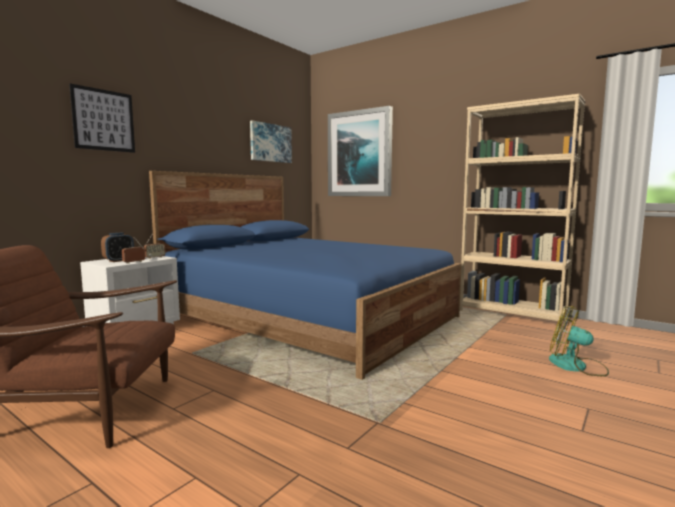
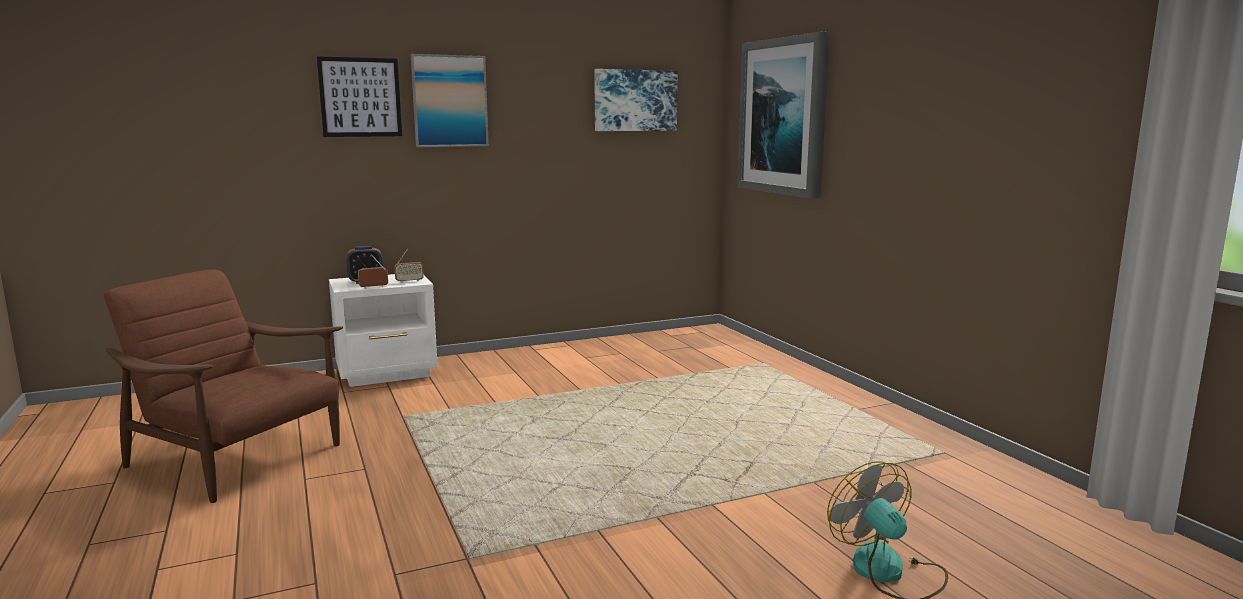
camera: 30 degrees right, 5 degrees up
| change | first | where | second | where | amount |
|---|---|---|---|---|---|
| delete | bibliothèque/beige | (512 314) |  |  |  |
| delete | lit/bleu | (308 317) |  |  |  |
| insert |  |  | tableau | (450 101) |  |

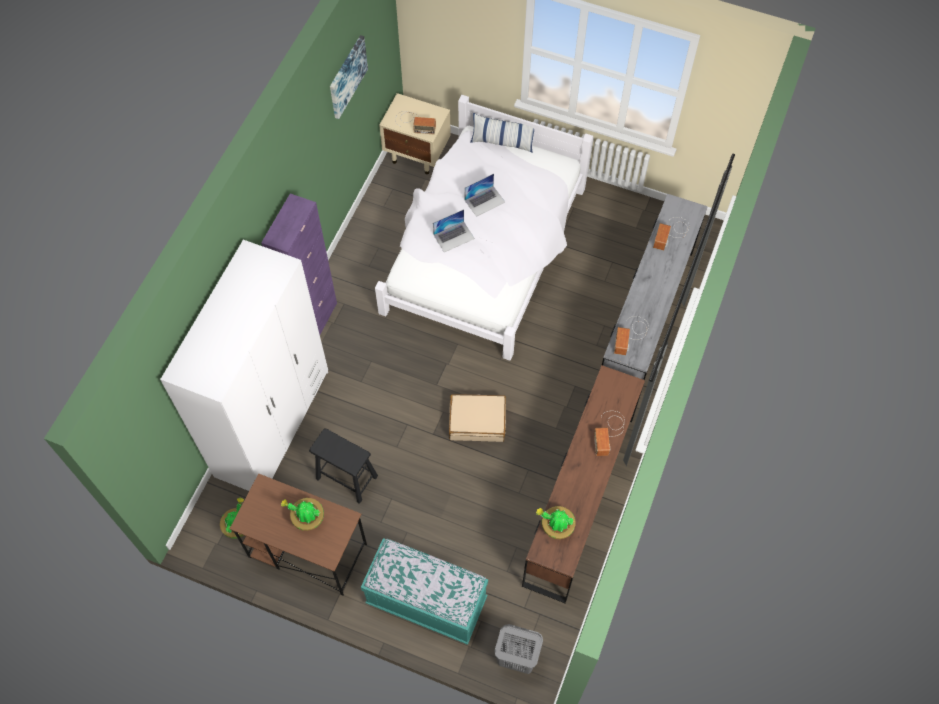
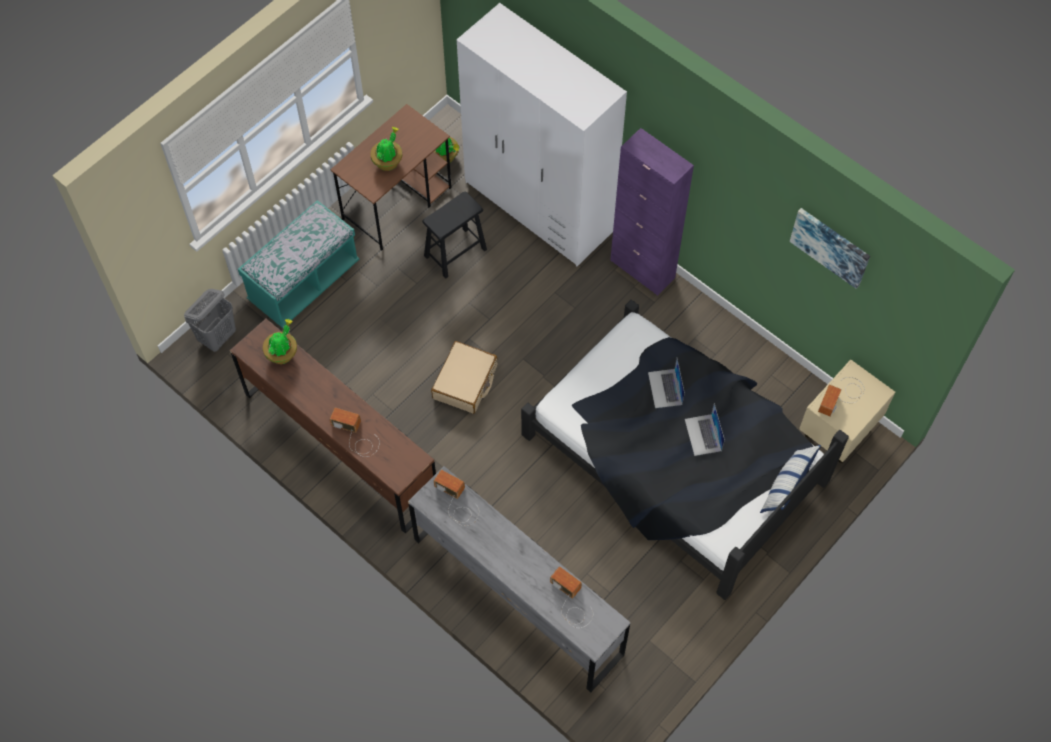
camera: 110 degrees right, 0 degrees up
| change | first | where | second | where | amount |
|---|---|---|---|---|---|
| recolor | lit/blanc | (483 251) | lit/noir | (674 458) |  |

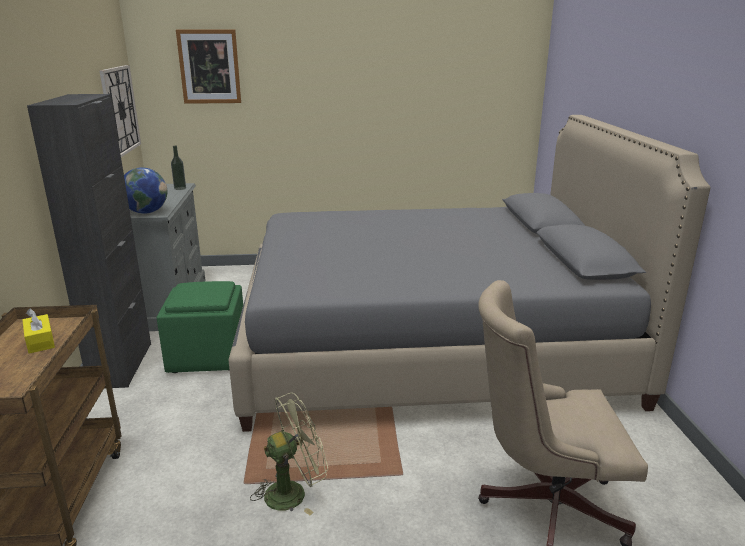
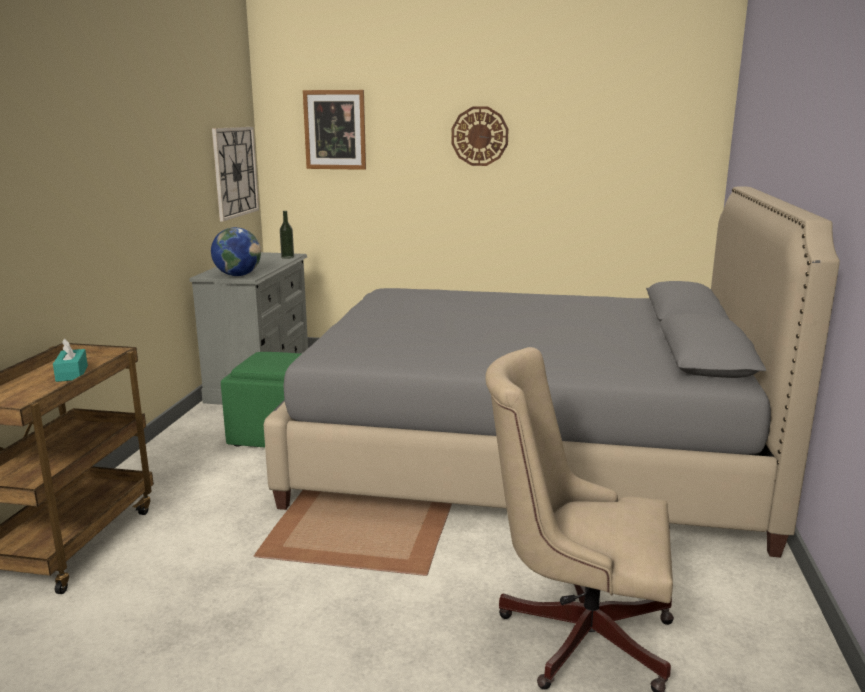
camera: 15 degrees right, 5 degrees down
| change | first | where | second | where | amount |
|---|---|---|---|---|---|
| delete | meuble de rangement/noir | (121 365) |  |  |  |
| recolor | boîte à mouchoirs/jaune | (40 341) | boîte à mouchoirs/turquoise | (72 373) |  |
| delete | ventilateur/vert | (293 492) |  |  |  |
| insert |  |  | horloge murale | (479 136) |  |

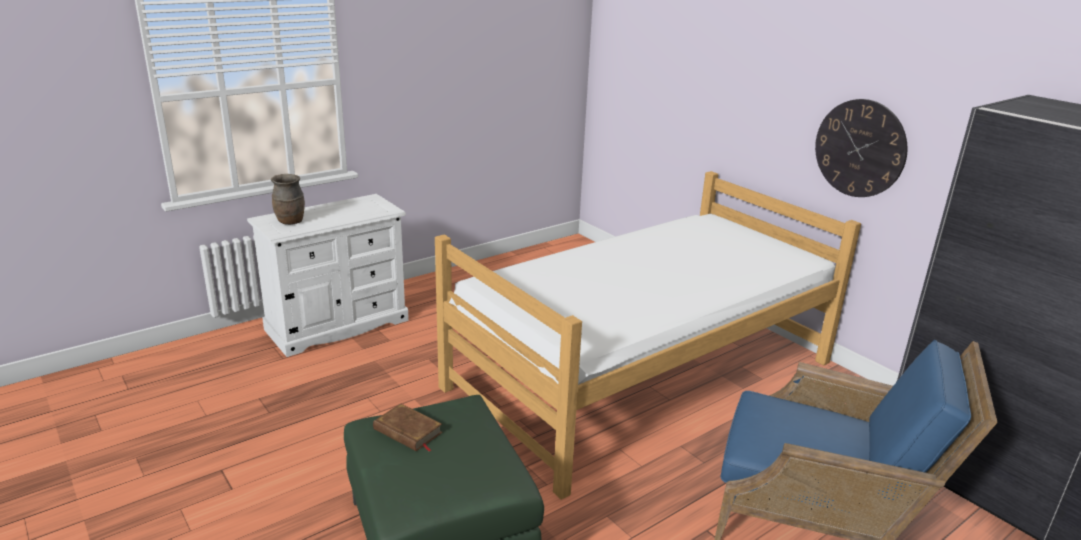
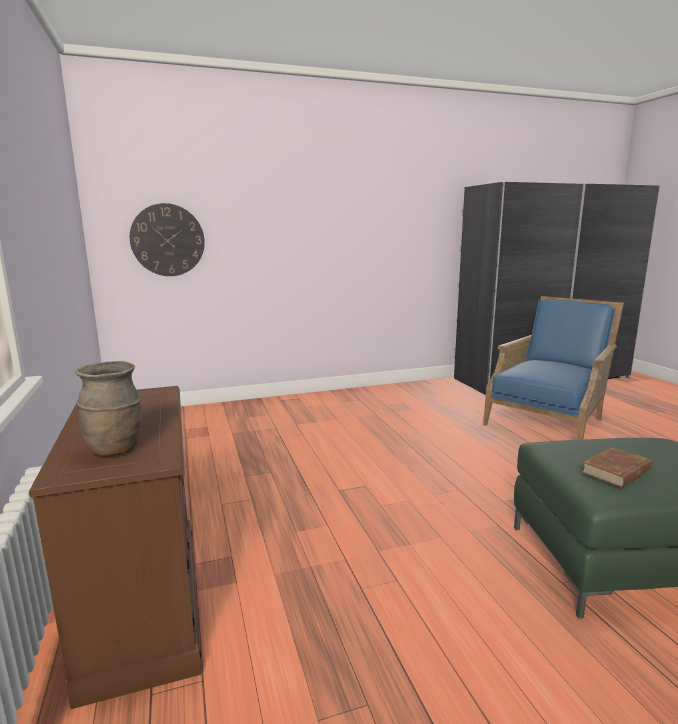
camera: 70 degrees left, 10 degrees down
| change | first | where | second | where | amount |
|---|---|---|---|---|---|
| move | horloge murale | (860 148) |  | (167 240) |  |
| delete | lit | (643 375) |  |  |  |
| recolor | commode/blanc | (338 325) | commode/marron | (145 603) |  |

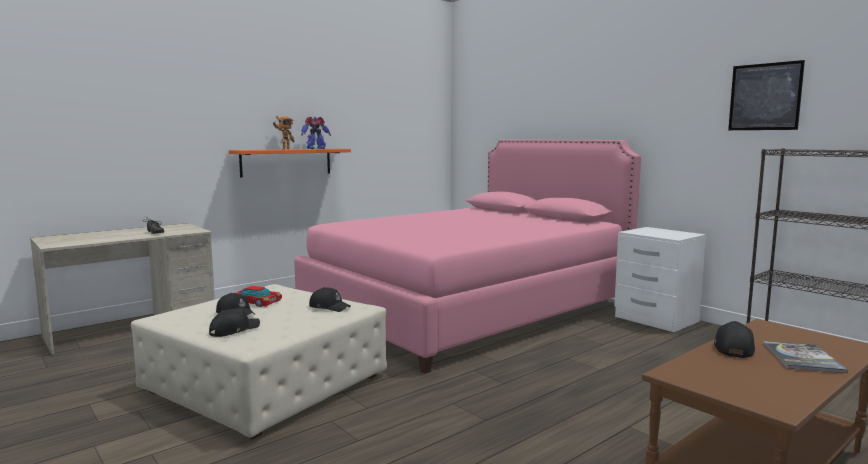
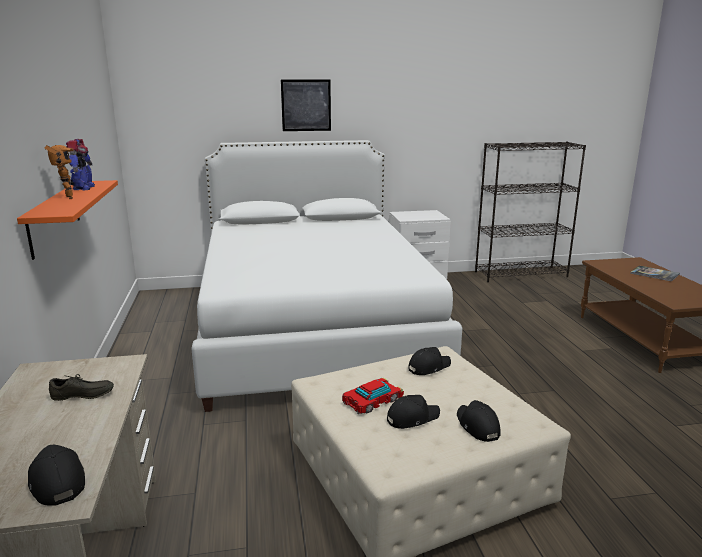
camera: 60 degrees left, 10 degrees up
| change | first | where | second | where | amount |
|---|---|---|---|---|---|
| move | tableau | (765 97) |  | (306 105) |  |
| recolor | lit/rose | (468 309) | lit/blanc | (312 328) |  |
| move | casquette/noir | (733 348) |  | (56 481) |  |

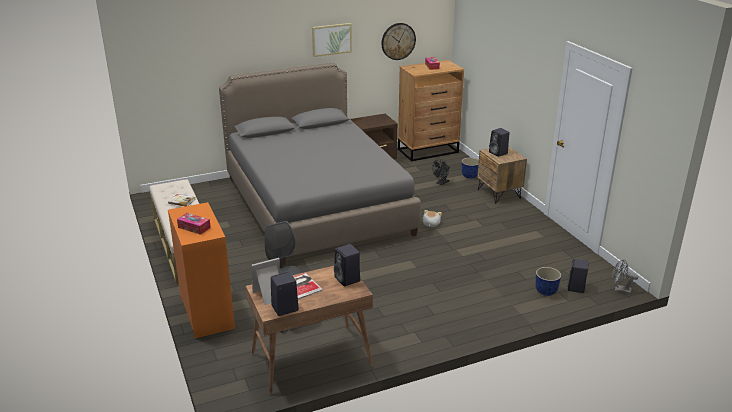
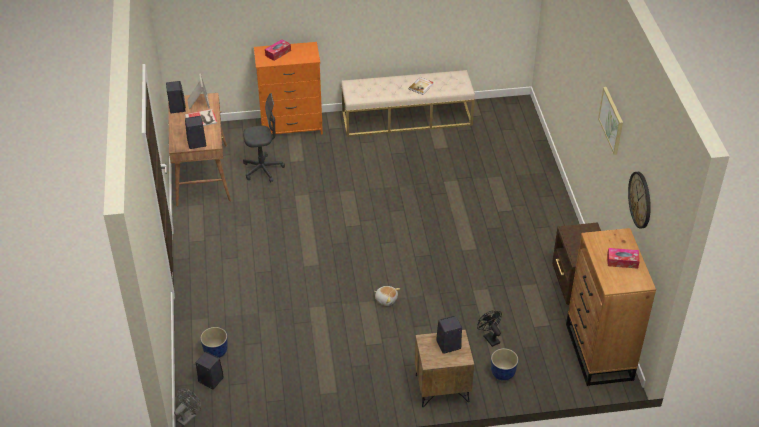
camera: 105 degrees right, 15 degrees up
| change | first | where | second | where | amount |
|---|---|---|---|---|---|
| delete | lit/gris | (316 205) |  |  |  |

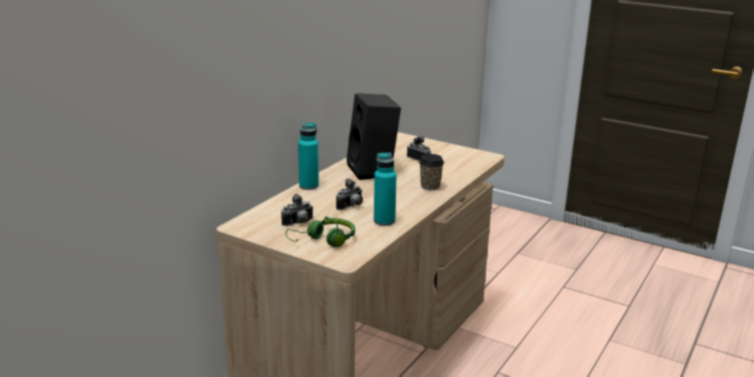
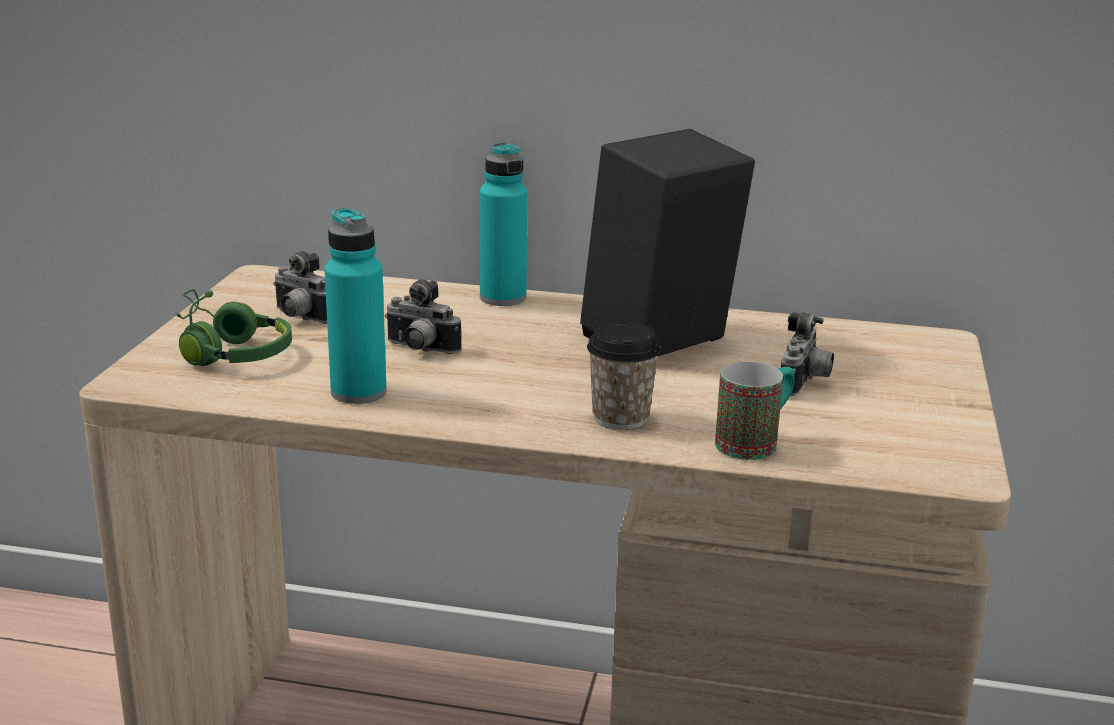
camera: 70 degrees right, 0 degrees up
| change | first | where | second | where | amount |
|---|---|---|---|---|---|
| insert |  |  | mug | (755 442) |  |

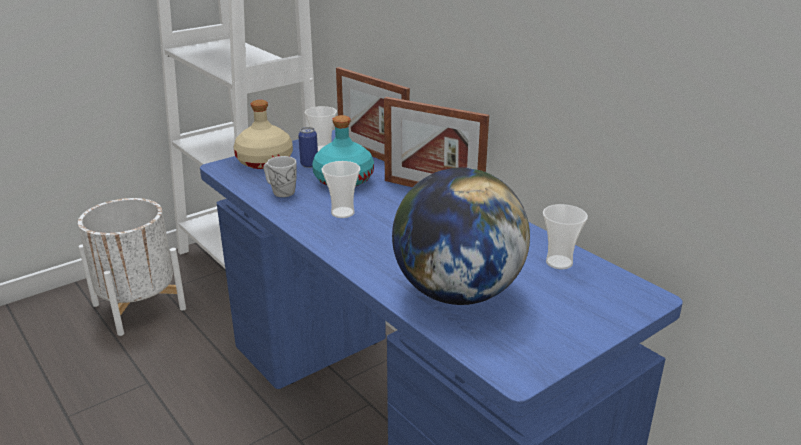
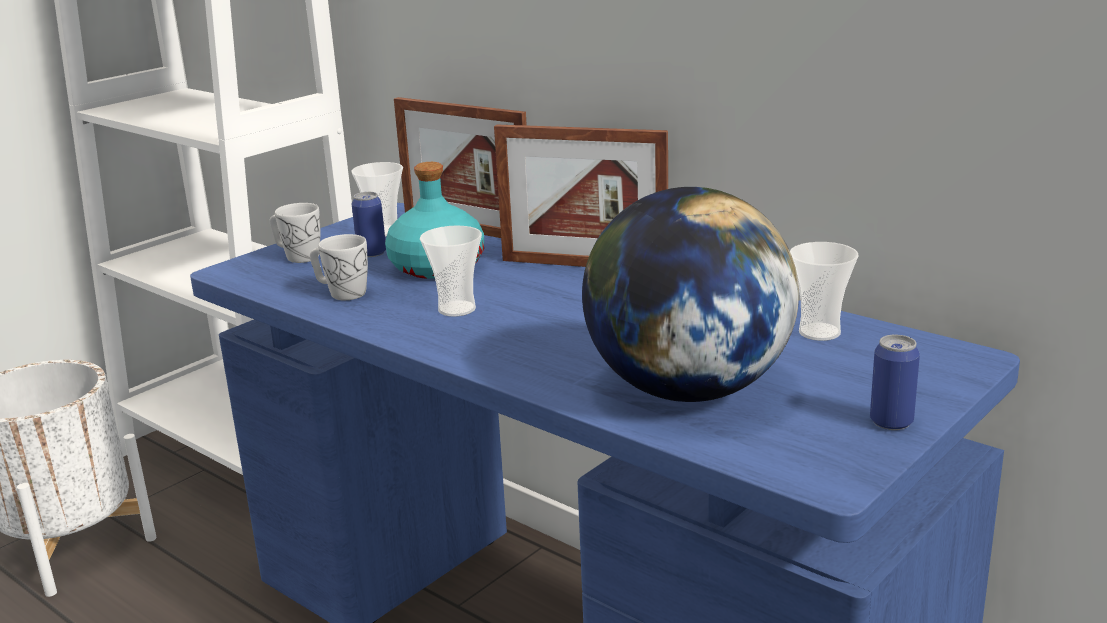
camera: 10 degrees left, 5 degrees down
| change | first | where | second | where | amount |
|---|---|---|---|---|---|
| replace | bouteille/beige | (265 161) | mug/blanc | (297 256) |  |
| insert |  |  | boîte métallique | (891 422) |  |

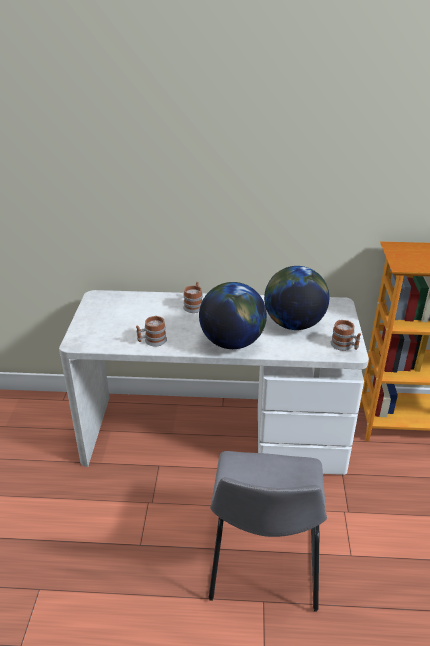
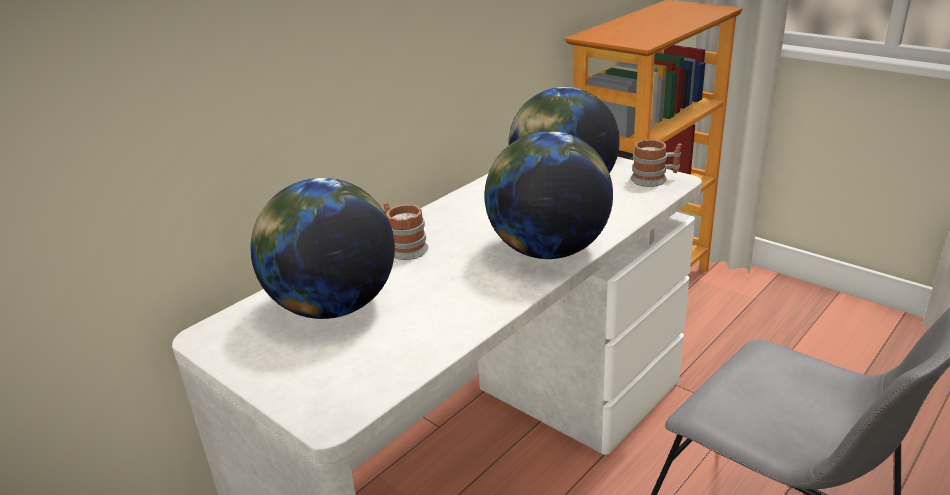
camera: 50 degrees left, 5 degrees down
| change | first | where | second | where | amount |
|---|---|---|---|---|---|
| delete | mug | (152 341) |  |  |  |
| insert |  |  | globe | (333 306) |  |

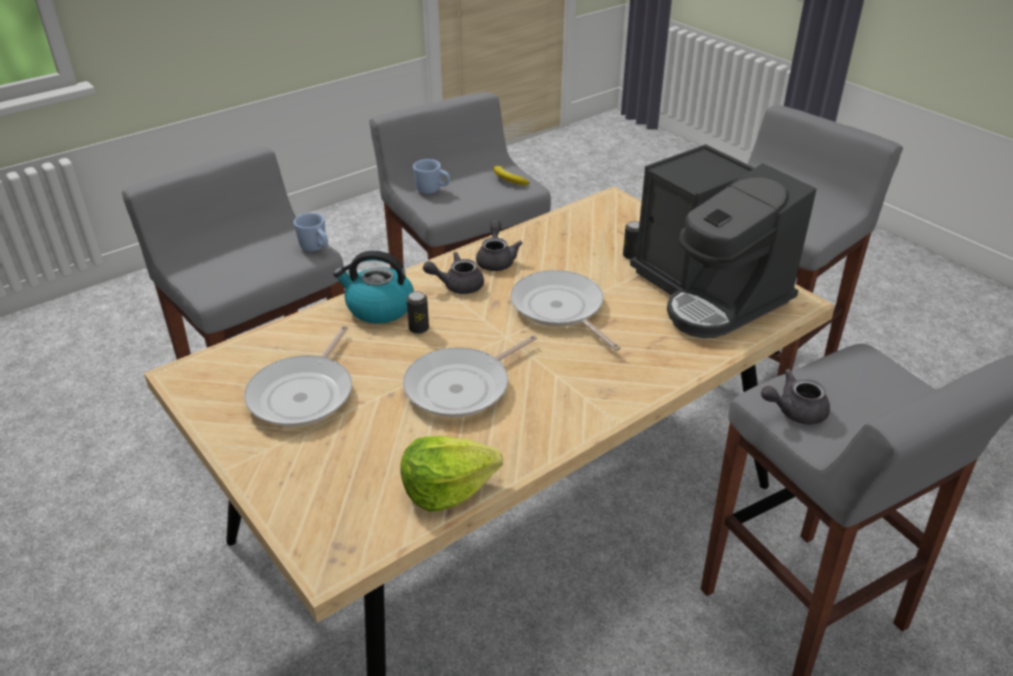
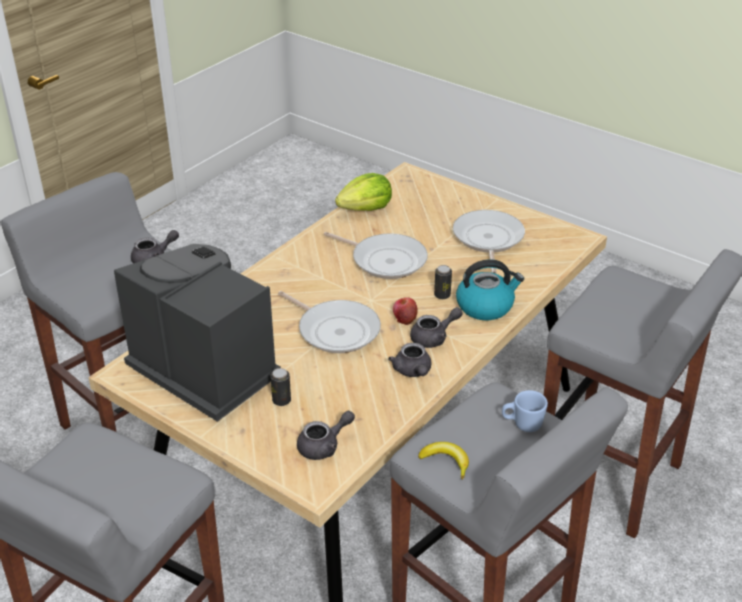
camera: 165 degrees right, 0 degrees up
| change | first | where | second | where | amount |
|---|---|---|---|---|---|
| delete | mug/bleu | (316 248) |  |  |  |
| rotate | poêle | (462 387) |  | (385 260) | 90 degrees clockwise |
| insert |  |  | pomme | (404 318) |  |
| insert |  |  | théière/gris | (324 446) |  |

